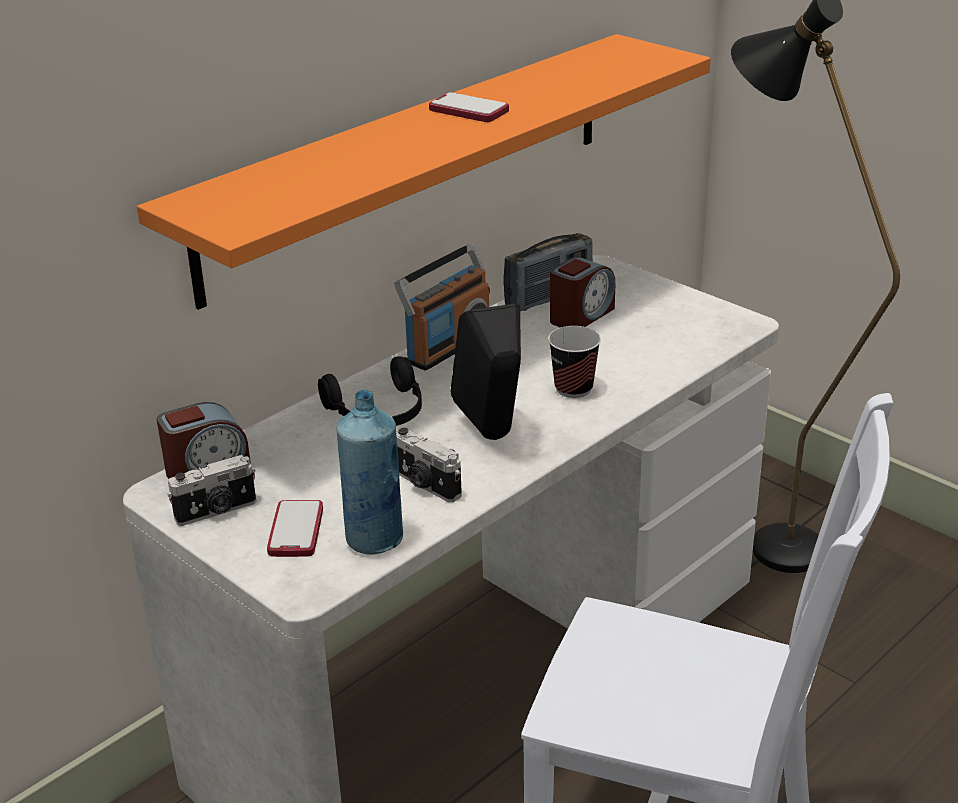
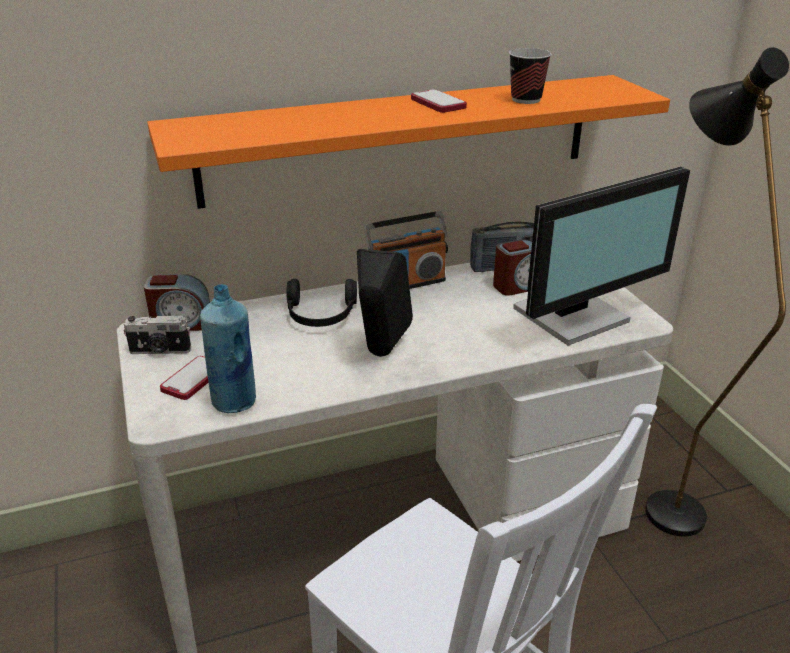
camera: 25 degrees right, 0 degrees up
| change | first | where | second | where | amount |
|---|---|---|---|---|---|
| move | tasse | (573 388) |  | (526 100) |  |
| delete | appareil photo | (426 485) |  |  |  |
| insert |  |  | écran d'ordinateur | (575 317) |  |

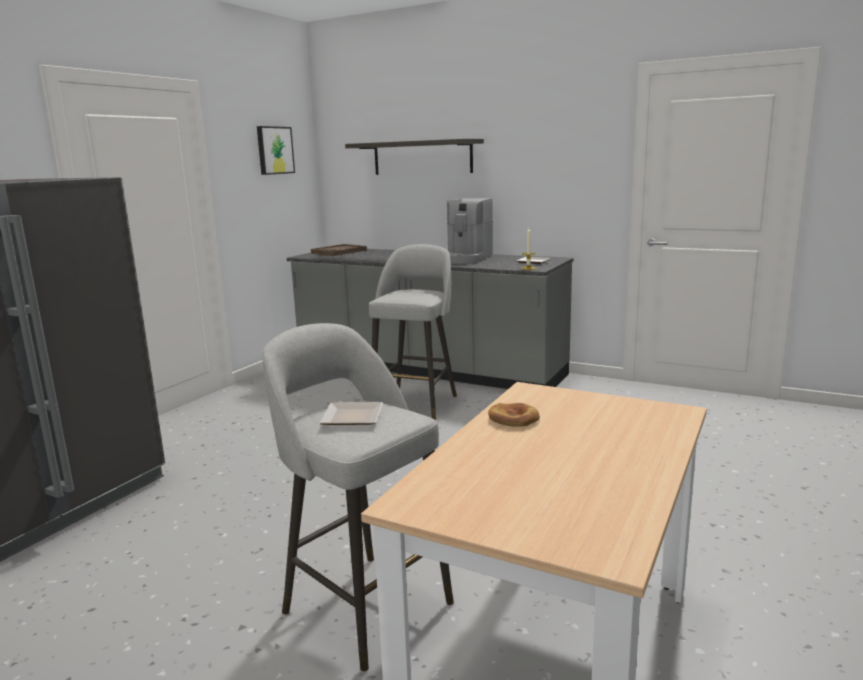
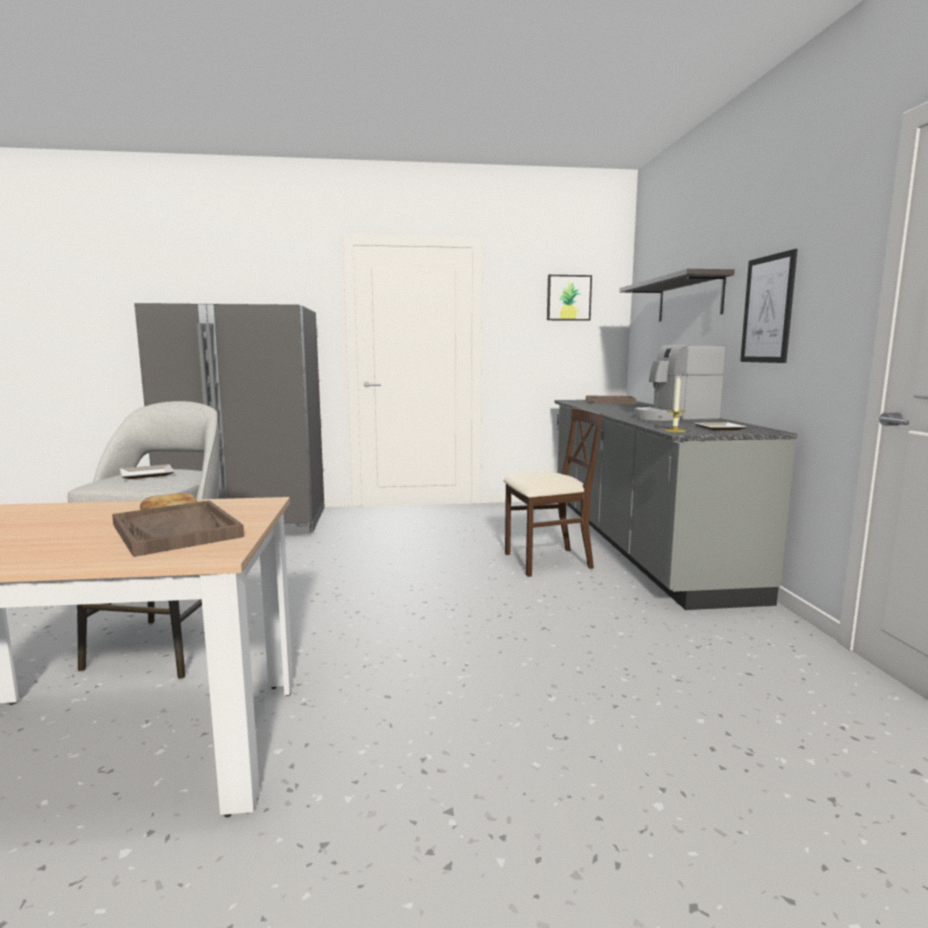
camera: 55 degrees right, 5 degrees down
| change | first | where | second | where | amount |
|---|---|---|---|---|---|
| replace | tabouret/gris | (416 403) | chaise/beige | (547 561) |  |
| insert |  |  | tableau | (767 309) |  |
| insert |  |  | plateau/marron | (177 531) |  |

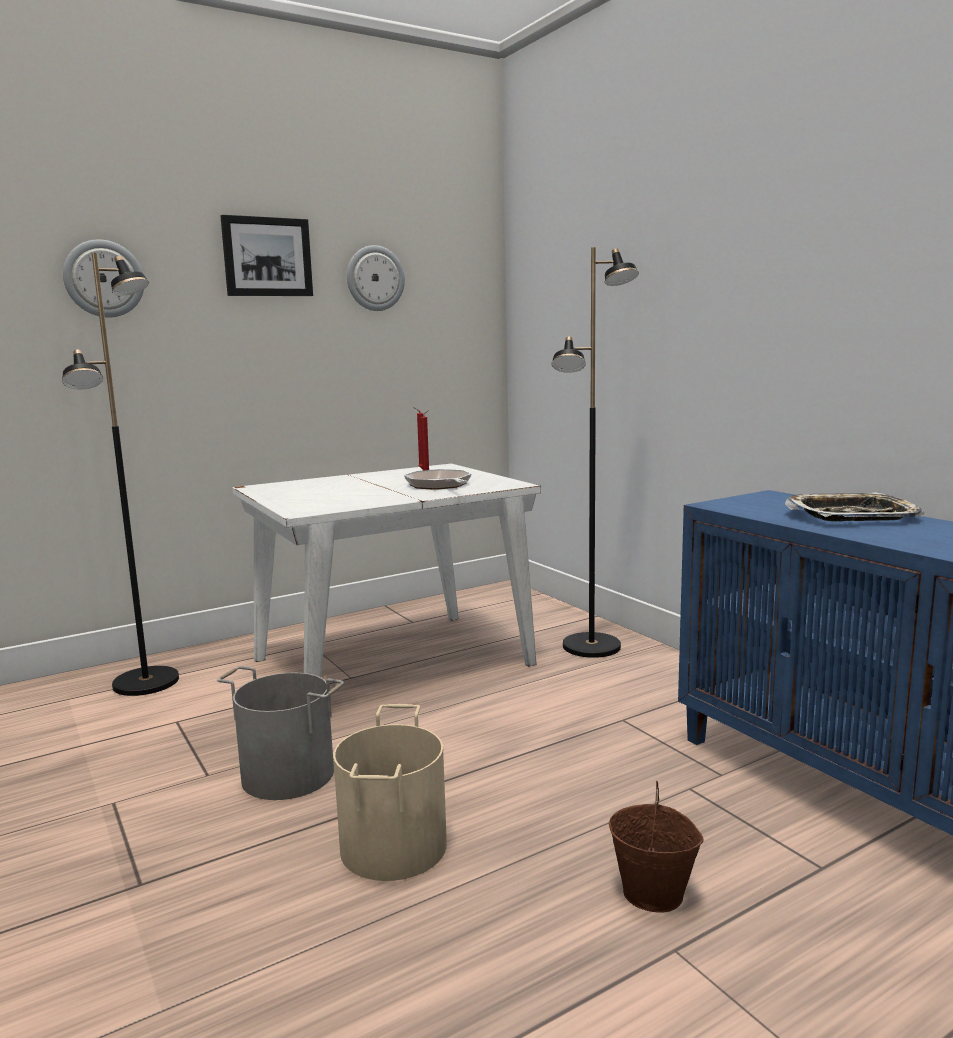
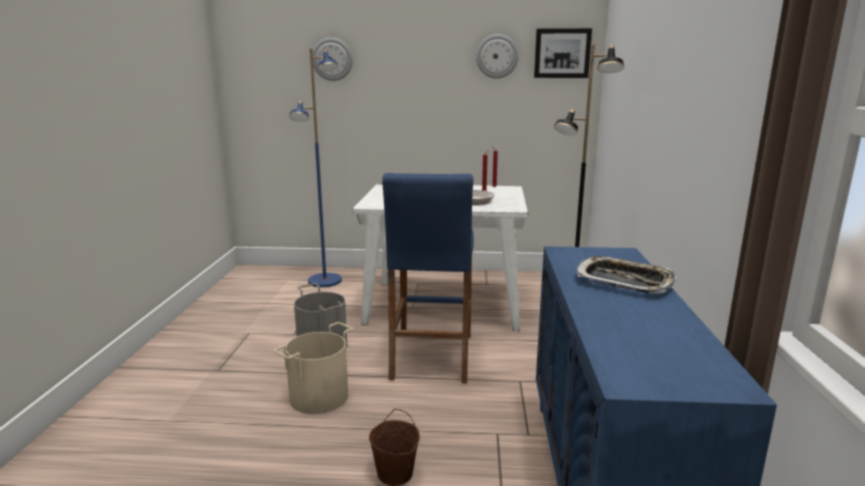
camera: 35 degrees right, 5 degrees up
| change | first | where | second | where | amount |
|---|---|---|---|---|---|
| move | tableau | (267 257) |  | (562 53) |  |
| recolor | lampadaire/noir | (147 683) | lampadaire/bleu | (325 281) |  |
| insert |  |  | tabouret/bleu | (431 356) |  |

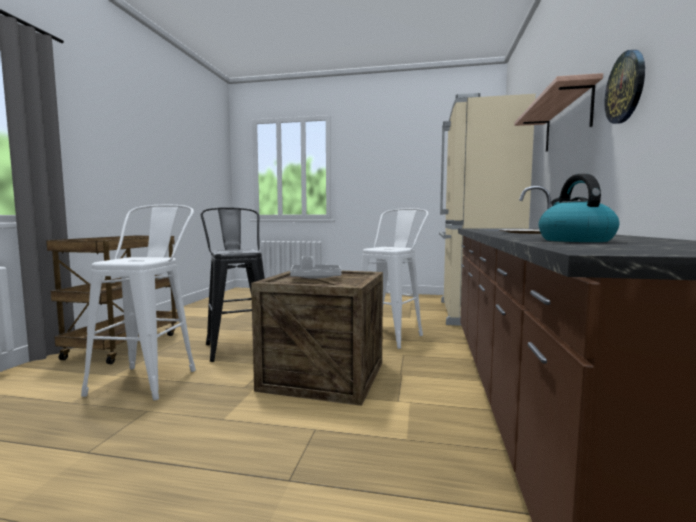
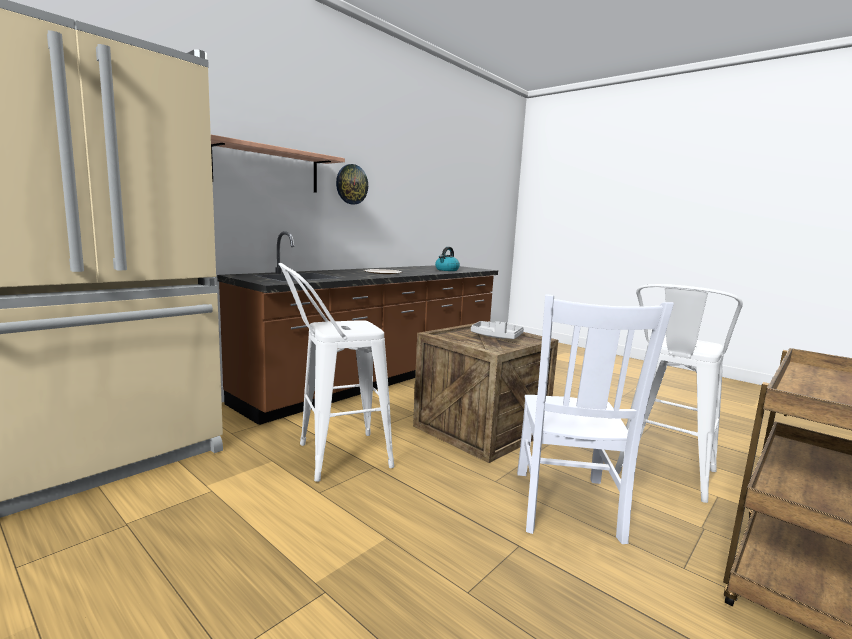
camera: 150 degrees left, 5 degrees up
| change | first | where | second | where | amount |
|---|---|---|---|---|---|
| replace | tabouret/noir | (238 346) | chaise/blanc | (566 507) |  |

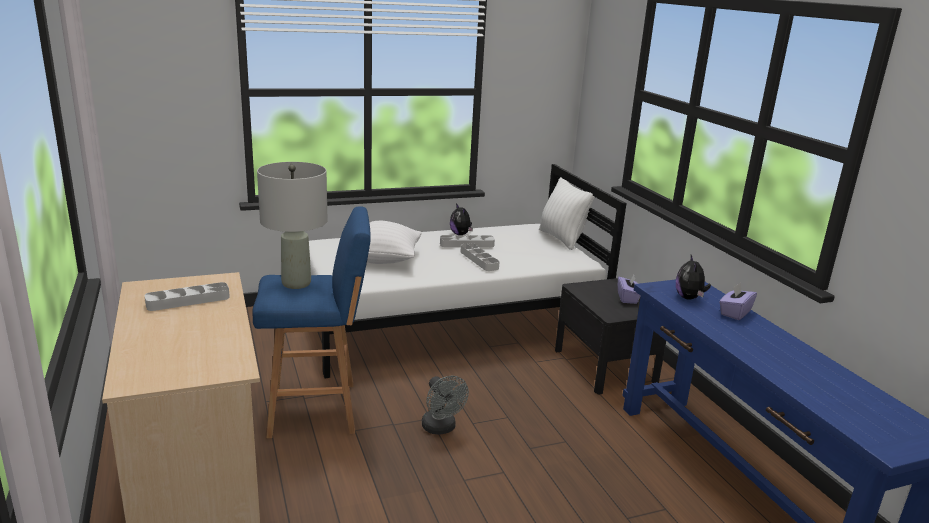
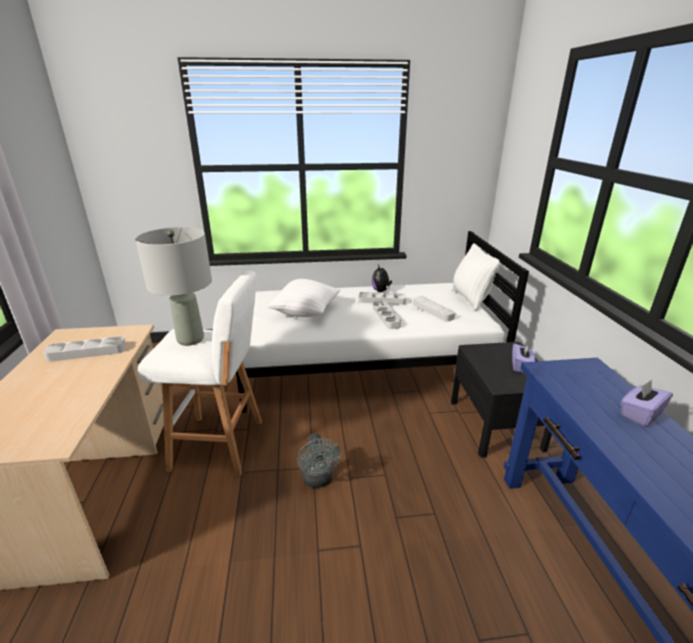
camera: 15 degrees right, 5 degrees up
| change | first | where | second | where | amount |
|---|---|---|---|---|---|
| recolor | tabouret/bleu | (317 409) | tabouret/blanc | (221 445) |  |
| delete | peluche | (689 298) |  |  |  |
| insert |  |  | plateau/gris | (433 311) |  |

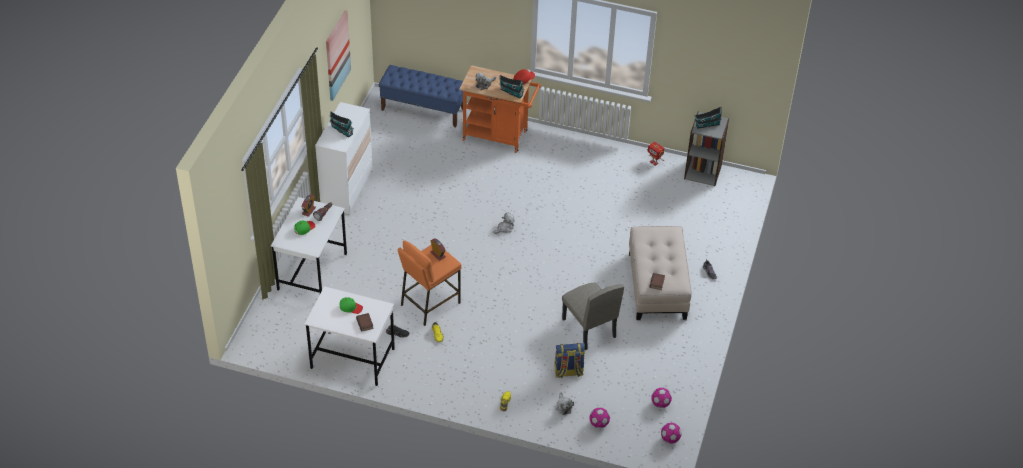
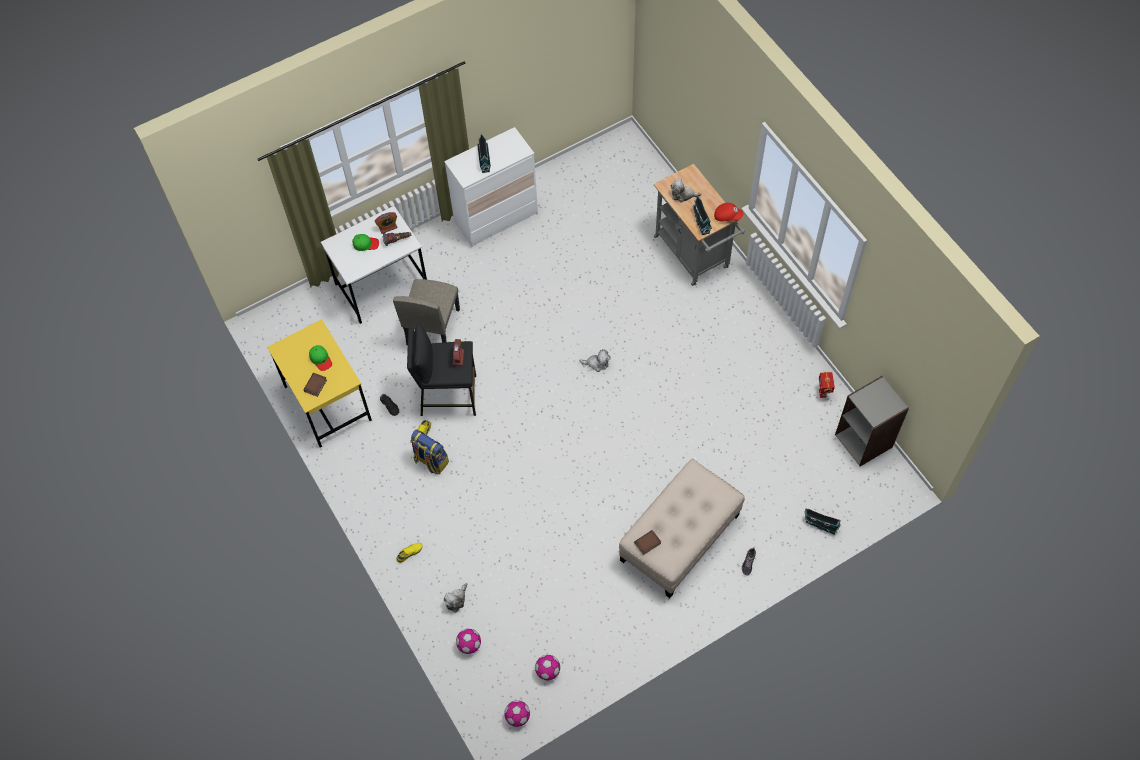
camera: 45 degrees right, 15 degrees up
| change | first | where | second | where | amount |
|---|---|---|---|---|---|
| delete | tableau | (337 55) |  |  |  |
| delete | banc/bleu | (423 109) |  |  |  |
| recolor | chariot/orange | (499 136) | chariot/gris | (694 255) |  |
| move | maison miniature | (706 124) |  | (820 524) |  |
| recolor | tabouret/orange | (429 303) | tabouret/noir | (448 395) |  |
| move | chaise/beige | (588 328) |  | (432 327) |  |
| recolor | bureau/blanc | (352 359) | bureau/jaune | (327 403) |  |
| move | sac à dos | (568 372) |  | (430 461) |  |

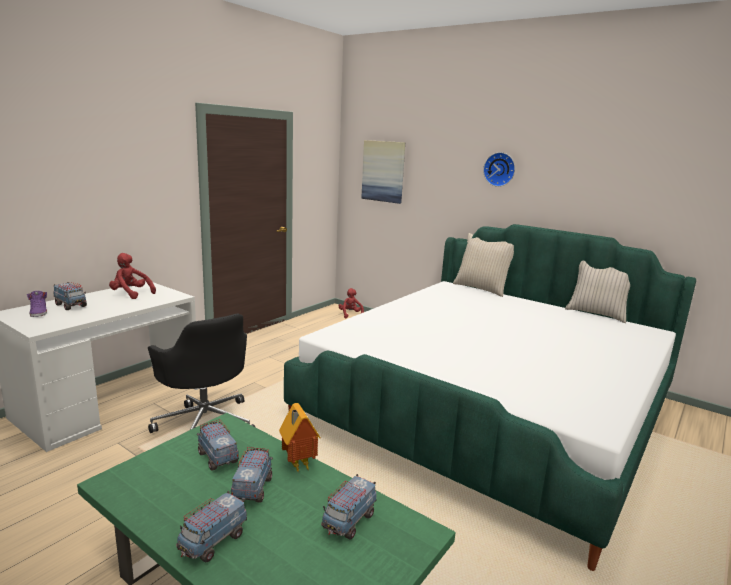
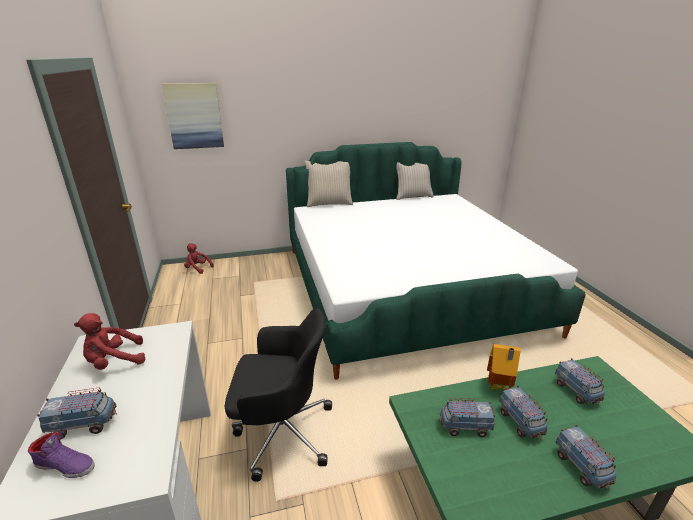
camera: 50 degrees left, 10 degrees up
| change | first | where | second | where | amount |
|---|---|---|---|---|---|
| delete | horloge murale | (500 169) |  |  |  |
| rotate | camion jouet | (252 489) |  | (520 422) | 150 degrees counterclockwise |

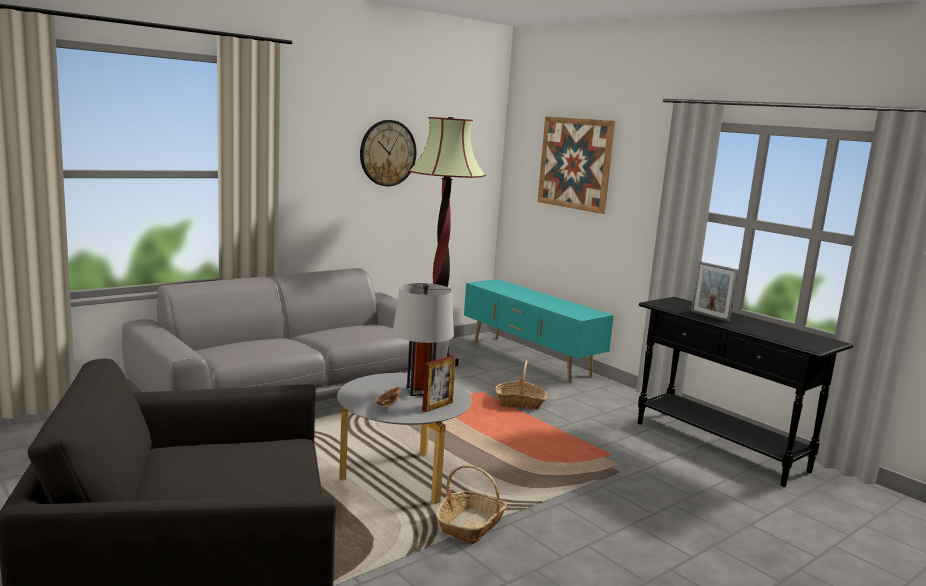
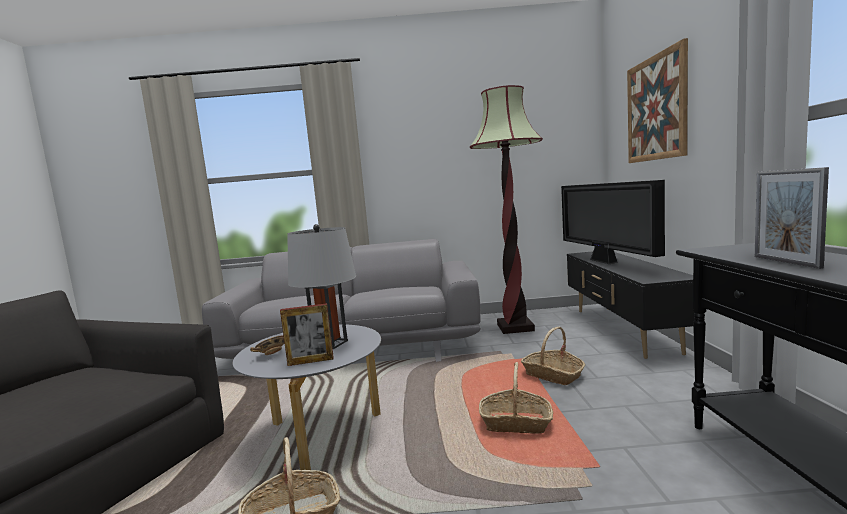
camera: 40 degrees right, 5 degrees down
| change | first | where | second | where | amount |
|---|---|---|---|---|---|
| delete | horloge murale | (387 153) |  |  |  |
| recolor | meuble télé/turquoise | (529 359) | meuble télé/noir | (622 330) |  |
| insert |  |  | téléviseur | (605 261) |  |
| insert |  |  | panier | (516 423) |  |

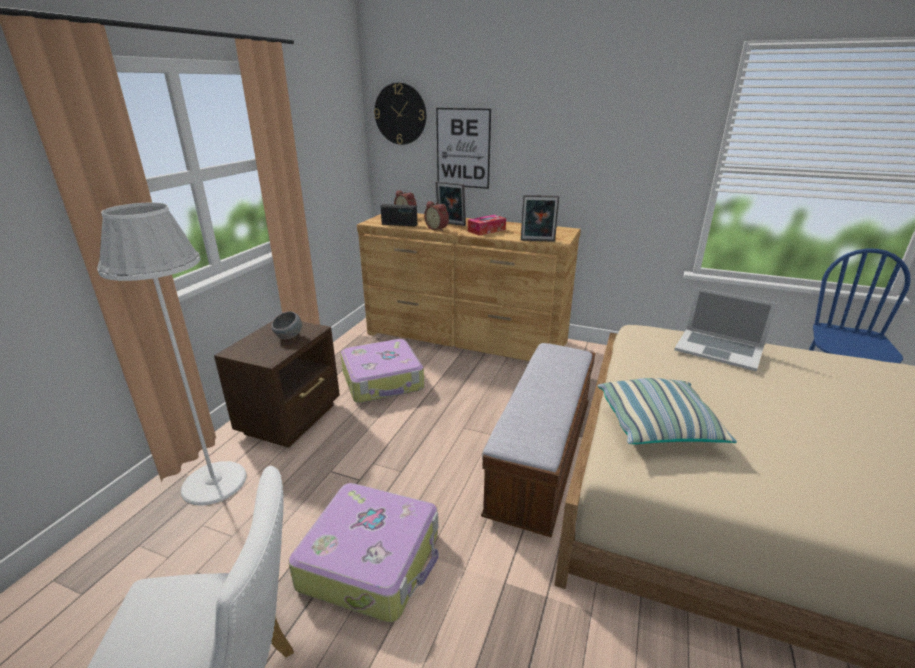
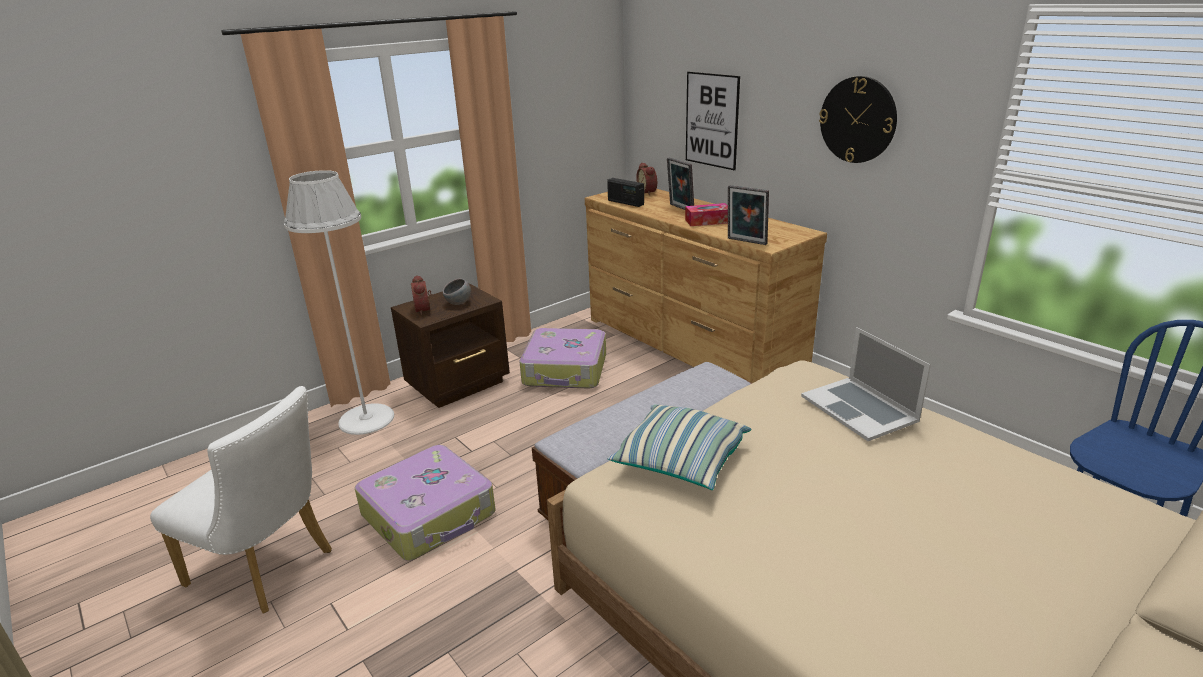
camera: 30 degrees right, 0 degrees up
| change | first | where | second | where | amount |
|---|---|---|---|---|---|
| move | horloge murale | (400 114) |  | (858 120) |  |
| move | réveil | (437 228) |  | (424 309) |  |

